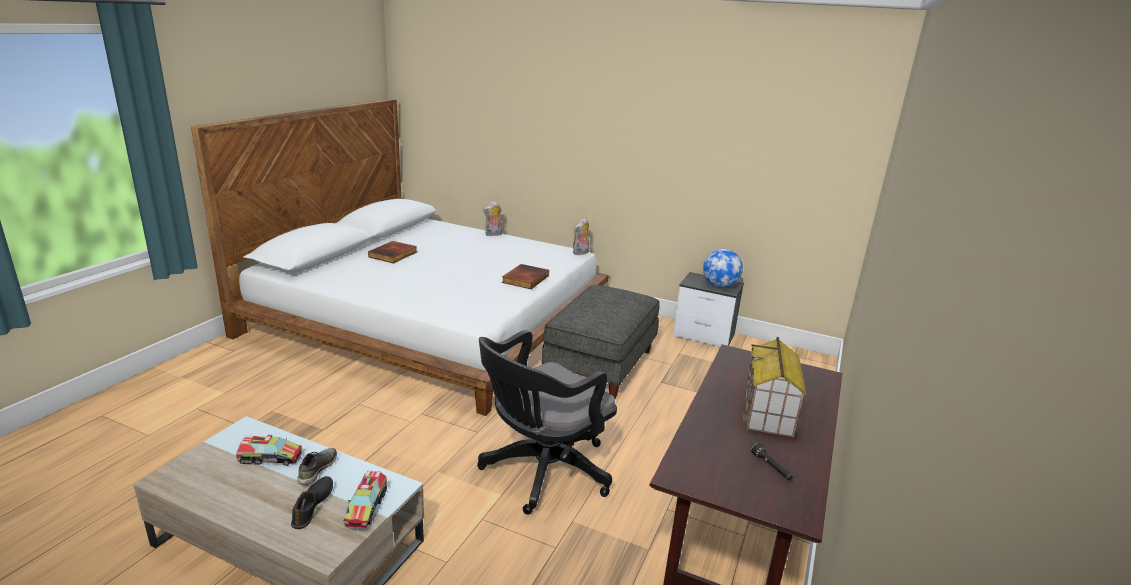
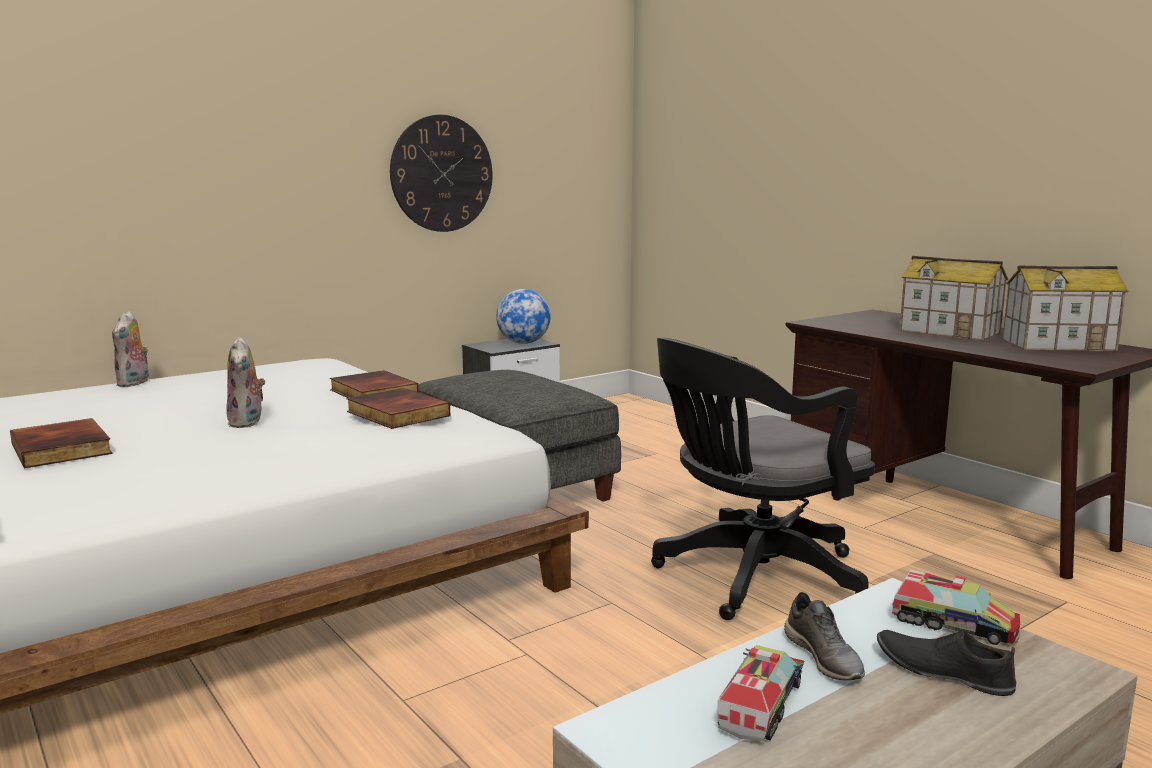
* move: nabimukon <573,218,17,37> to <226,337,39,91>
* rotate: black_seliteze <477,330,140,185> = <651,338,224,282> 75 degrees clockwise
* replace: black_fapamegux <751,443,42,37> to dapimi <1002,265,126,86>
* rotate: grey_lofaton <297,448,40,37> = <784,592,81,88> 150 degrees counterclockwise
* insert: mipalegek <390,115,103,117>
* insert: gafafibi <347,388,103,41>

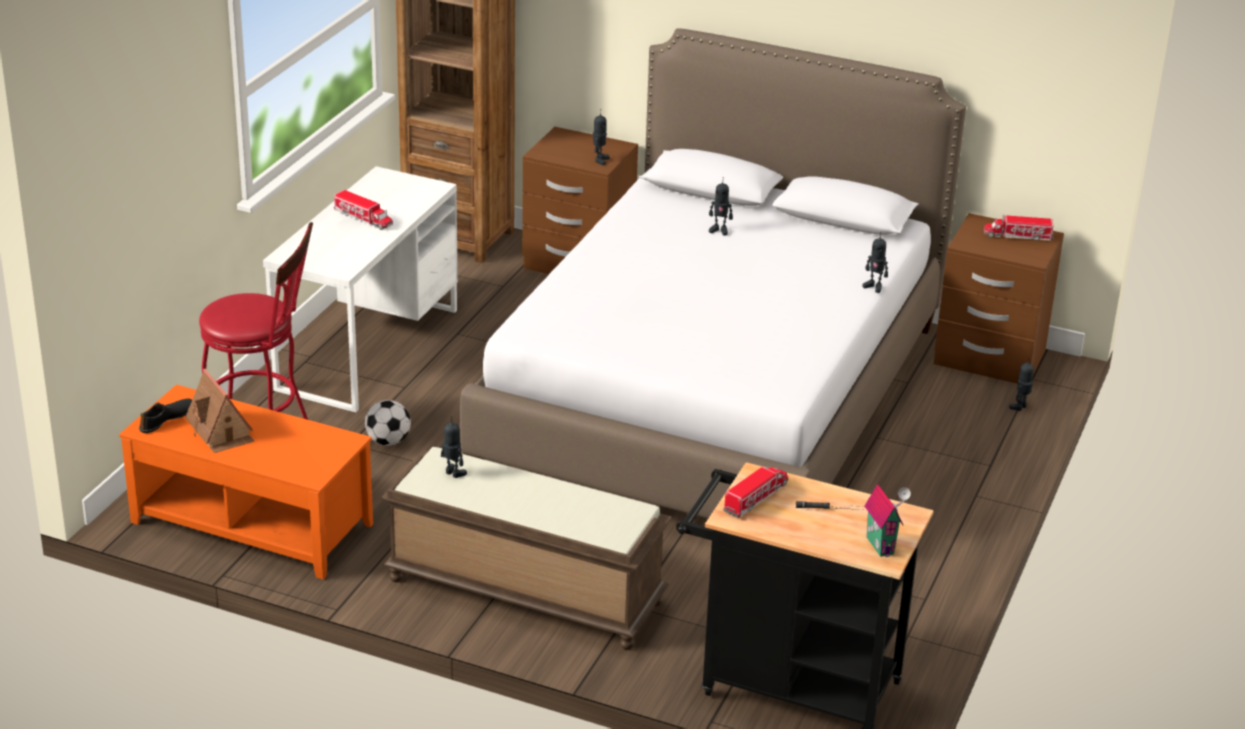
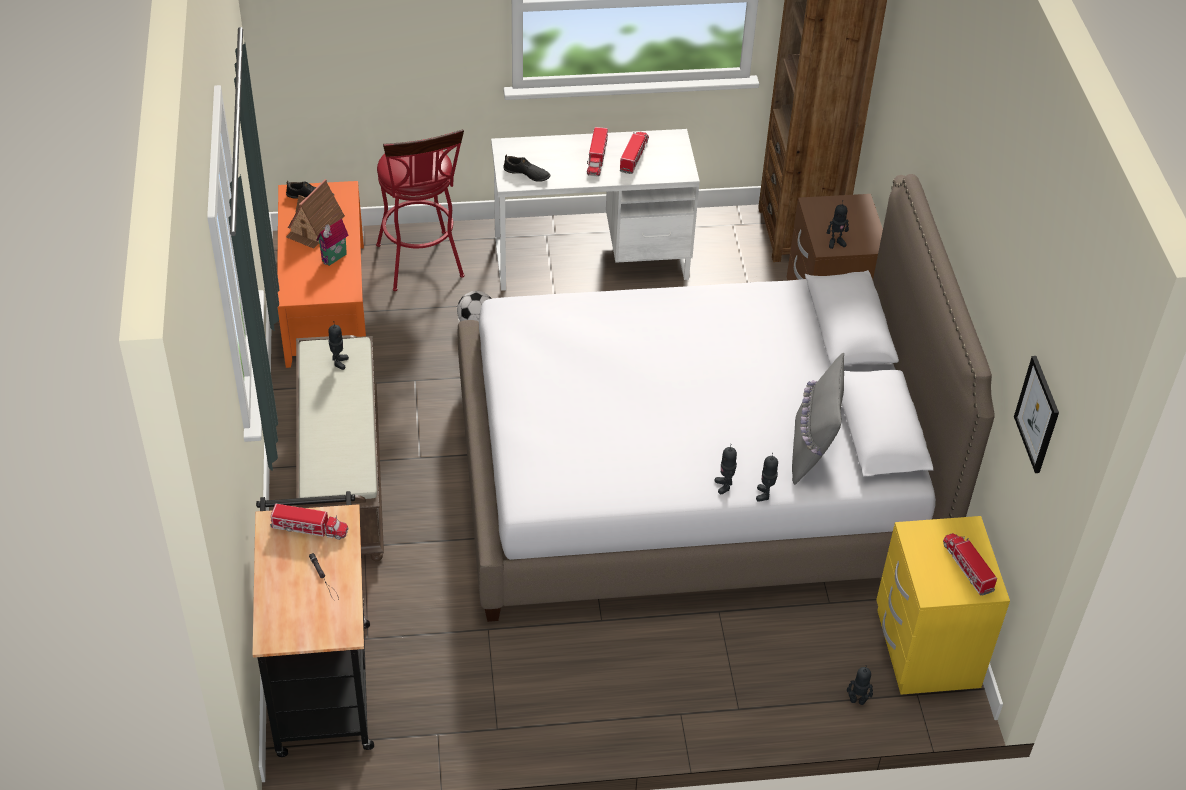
* move: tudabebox <709,177,24,59> to <714,446,23,48>
* recolor: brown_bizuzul <934,213,130,171> to yellow_bizuzul <876,516,134,179>
* move: dapimi <865,484,46,73> to <316,219,33,47>
* insert: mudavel <620,132,29,42>
* insert: black_lofaton <503,154,47,28>
* insert: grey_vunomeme <792,353,52,132>
* insert: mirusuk <1014,356,45,117>

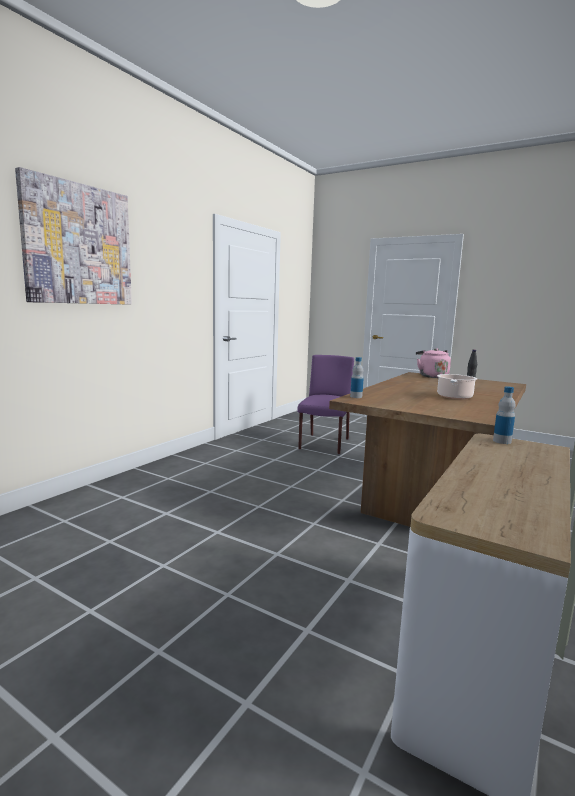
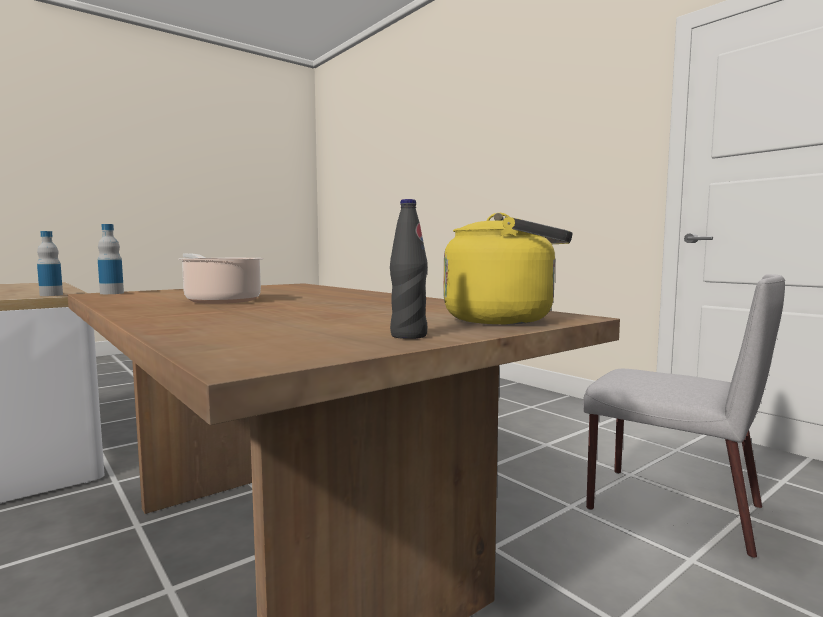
* delete: mirusuk <15,167,117,138>
* recolor: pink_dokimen <416,348,35,30> to yellow_dokimen <444,213,129,111>
* recolor: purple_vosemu <297,355,57,99> to grey_vosemu <583,274,202,284>
* move: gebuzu <350,357,14,41> to <98,224,26,70>

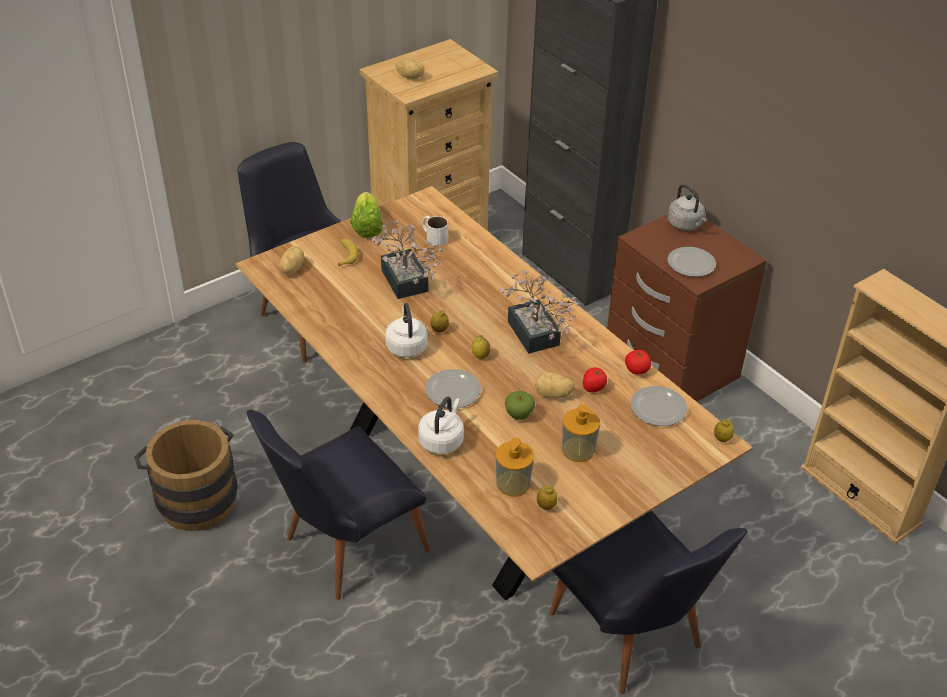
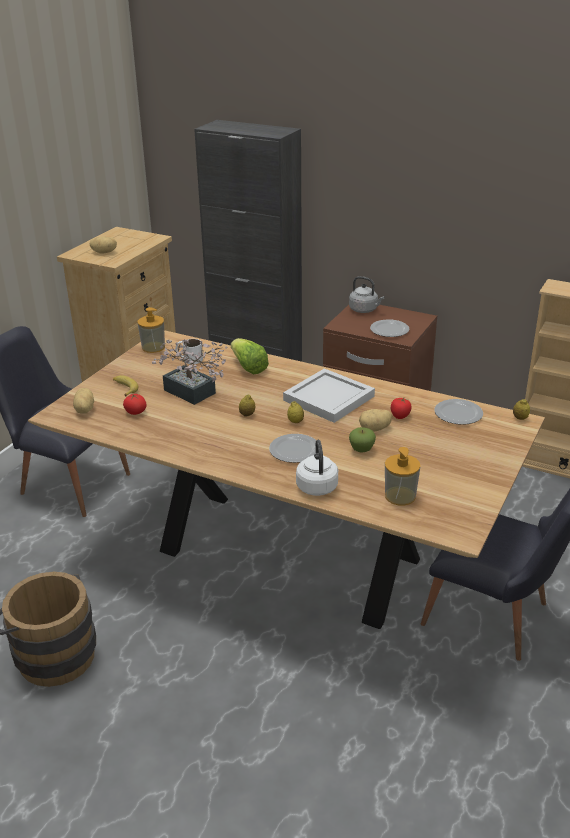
* move: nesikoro <350,192,33,46> to <231,338,38,36>
* replace: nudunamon <500,270,81,84> to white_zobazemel <283,368,92,55>
* delete: white_dokimen <386,303,41,55>
* move: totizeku <625,349,26,26> to <123,393,24,22>
* move: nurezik <562,404,38,58> to <138,307,27,46>
* delete: black_vosemu <247,410,183,190>
* delete: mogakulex <537,486,20,24>

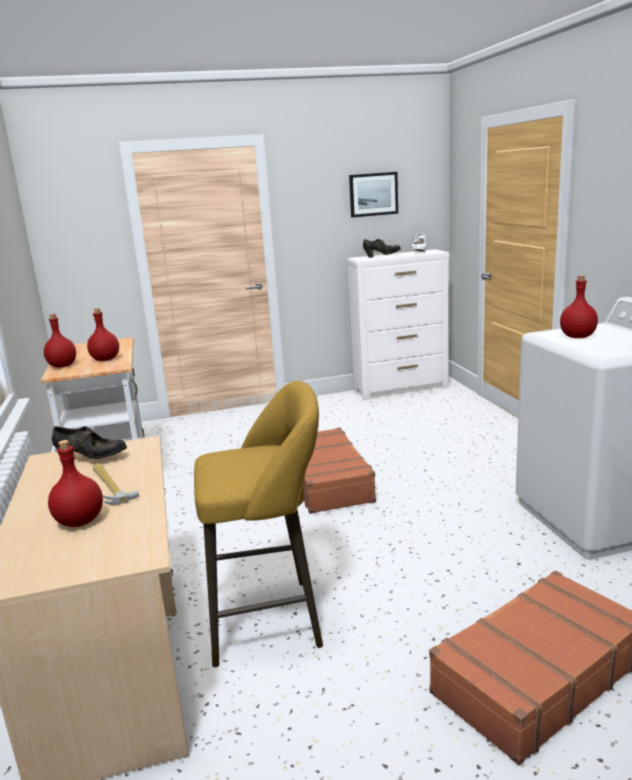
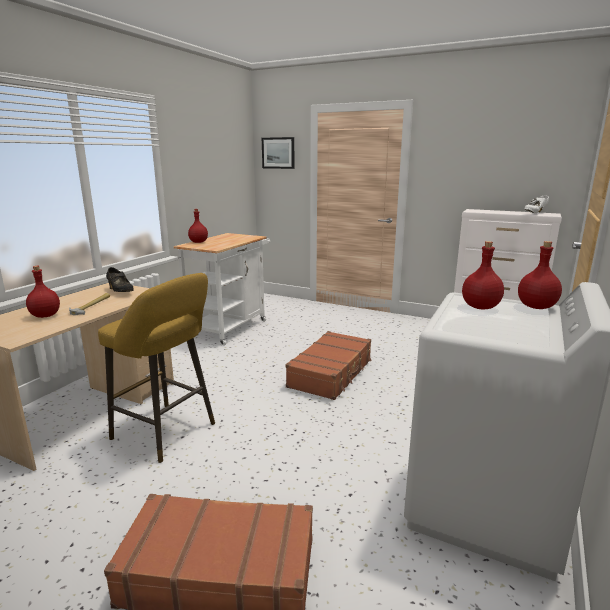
* move: mirusuk <349,172,49,45> to <262,137,33,32>
* delete: black_lofaton <363,239,38,19>
* move: red_gebuzu <87,308,32,53> to <518,241,44,68>

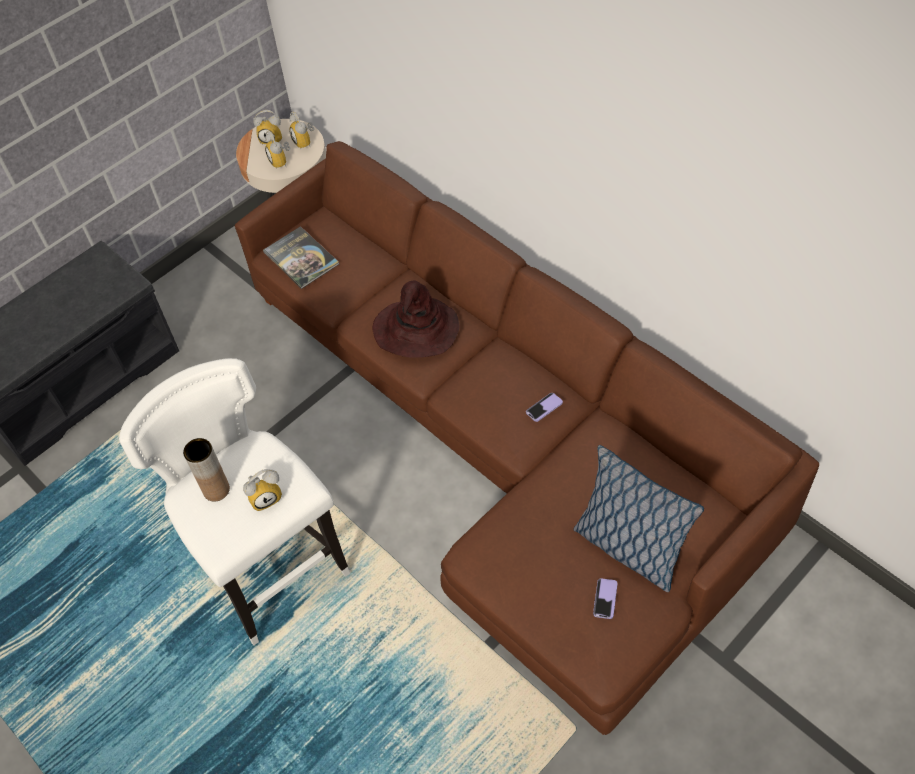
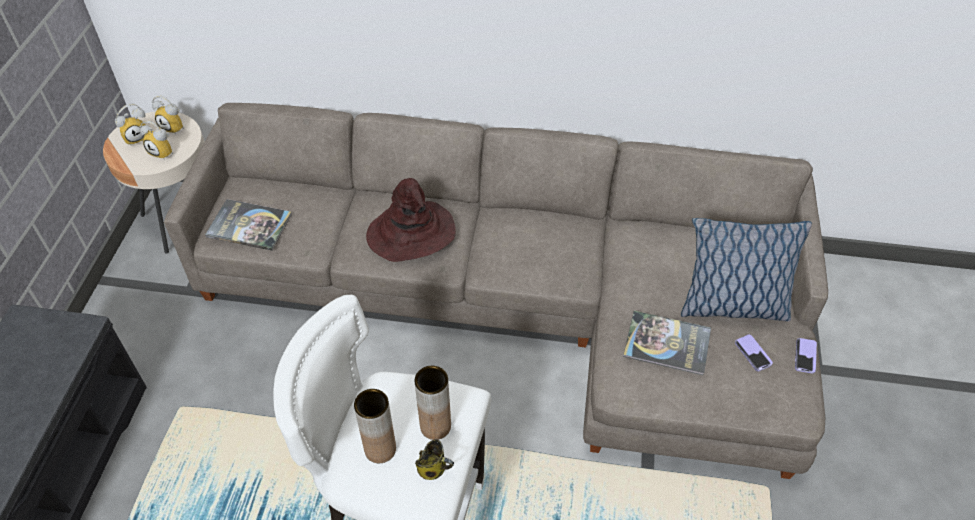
* recolor: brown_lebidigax <234,141,585,594> to grey_lebidigax <164,103,664,376>
* move: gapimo <526,393,37,29> to <795,338,22,35>
* replace: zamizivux <243,469,39,42> to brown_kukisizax <415,366,36,74>
* insert: gafafibi <623,311,88,64>
* insert: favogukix <415,439,39,41>

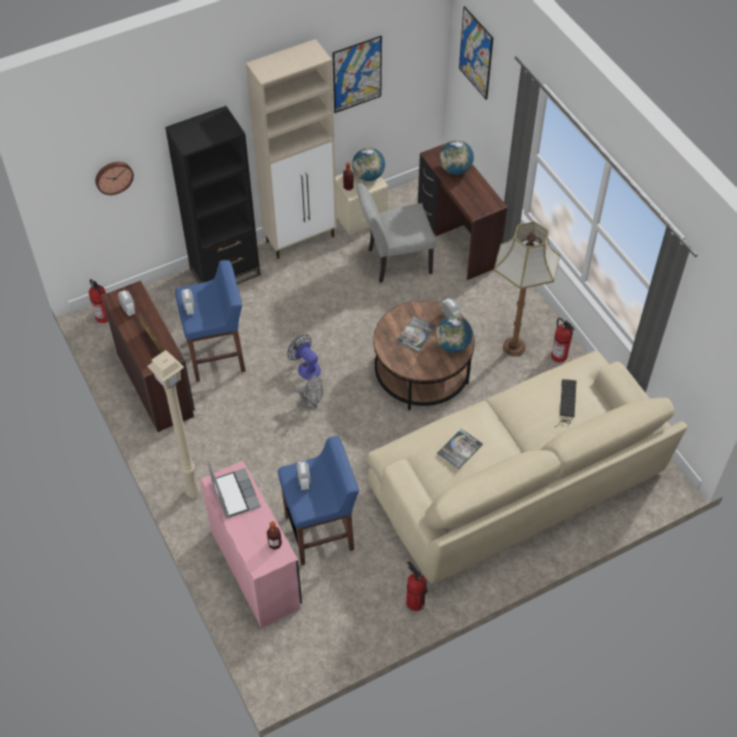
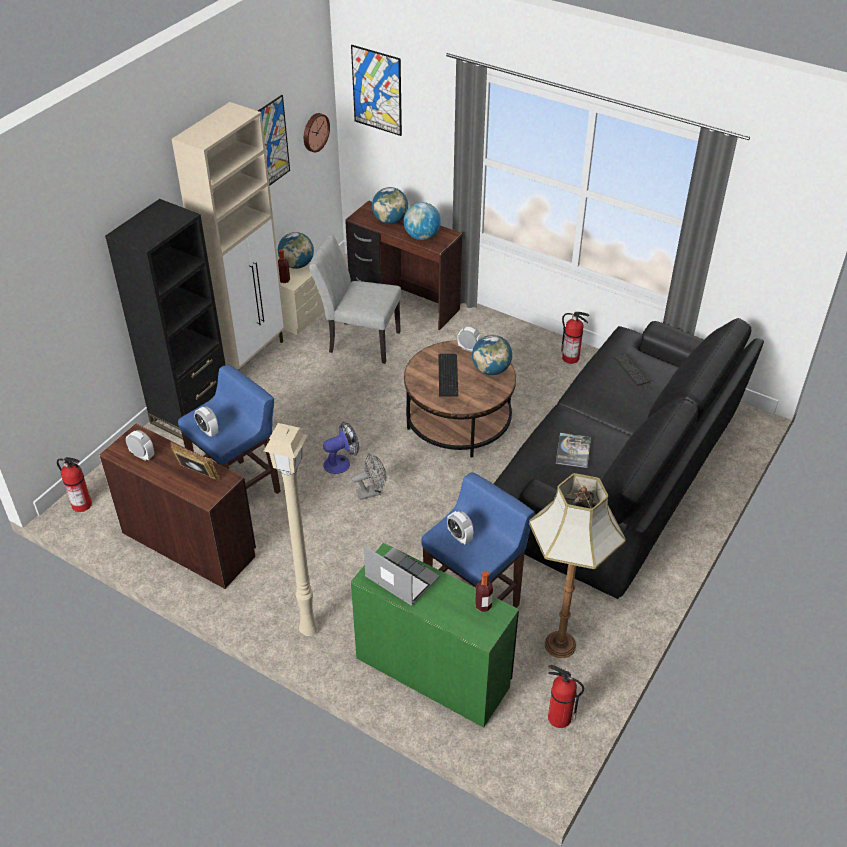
* move: mipalegek <95,162,39,33> to <304,113,26,39>
* rotate: grey_vosemu <356,183,80,100> = <309,235,92,129> 60 degrees clockwise
* move: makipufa <494,221,66,135> to <529,473,97,185>
* replace: gafafibi <396,316,40,36> to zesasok <438,354,20,43>
* rotate: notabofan <287,334,34,45> = <323,422,36,52> 135 degrees clockwise
* recolor: beige_lebidigax <368,350,319,234> to black_lebidigax <494,318,270,281>
* recolor: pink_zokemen <200,460,102,168> to green_zokemen <351,543,168,185>
* move: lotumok <406,562,21,49> to <548,665,36,63>
* insert: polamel <404,202,37,38>

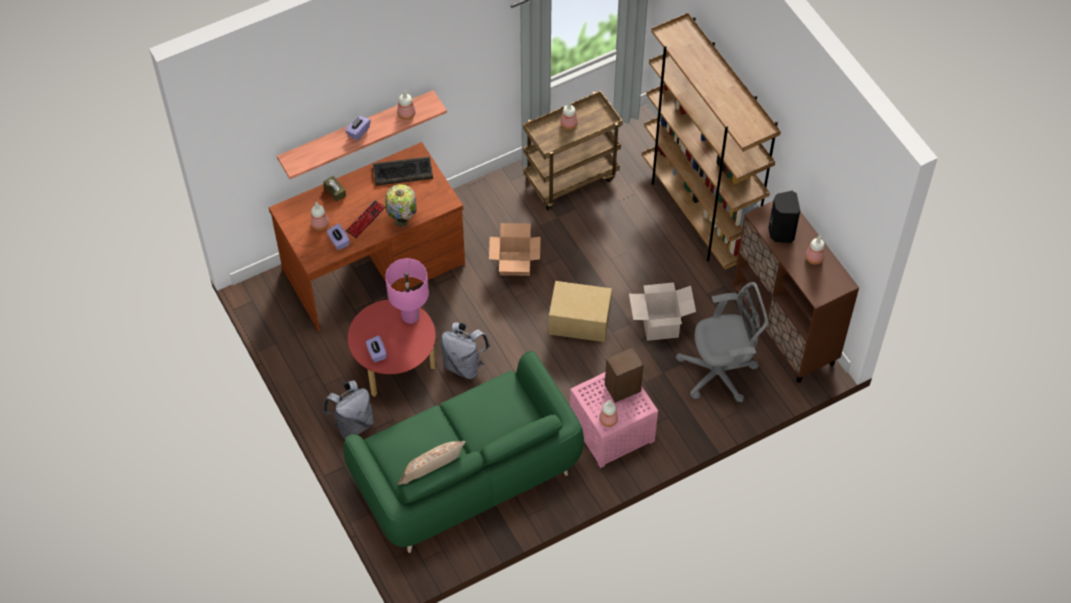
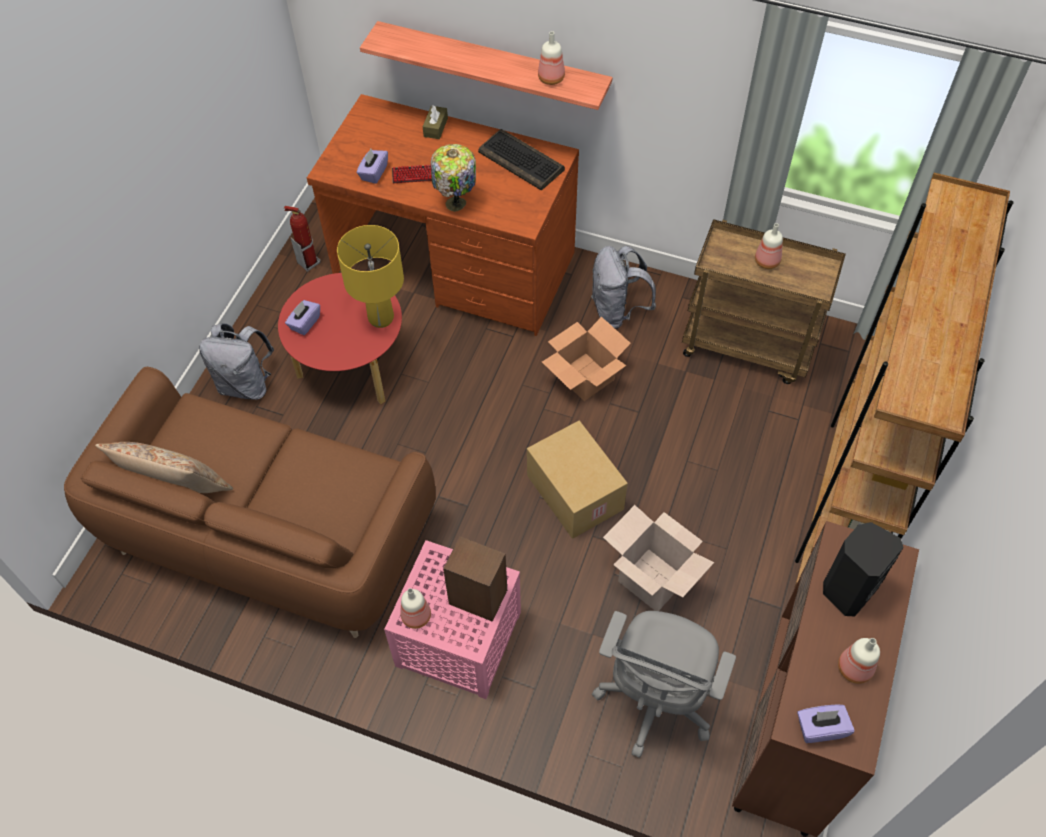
* move: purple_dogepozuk <345,115,26,26> to <797,705,58,38>
* delete: gebuzu <311,202,18,29>
* recolor: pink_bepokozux <385,258,44,66> to yellow_bepokozux <337,225,67,103>
* rotate: grey_seliteze <676,282,92,120> = <592,611,144,147> 75 degrees clockwise
* move: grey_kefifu <441,322,49,57> to <591,246,65,83>
* recolor: green_lebidigax <343,351,241,202> to brown_lebidigax <64,367,372,271>
* insert: lotumok <284,206,37,66>

